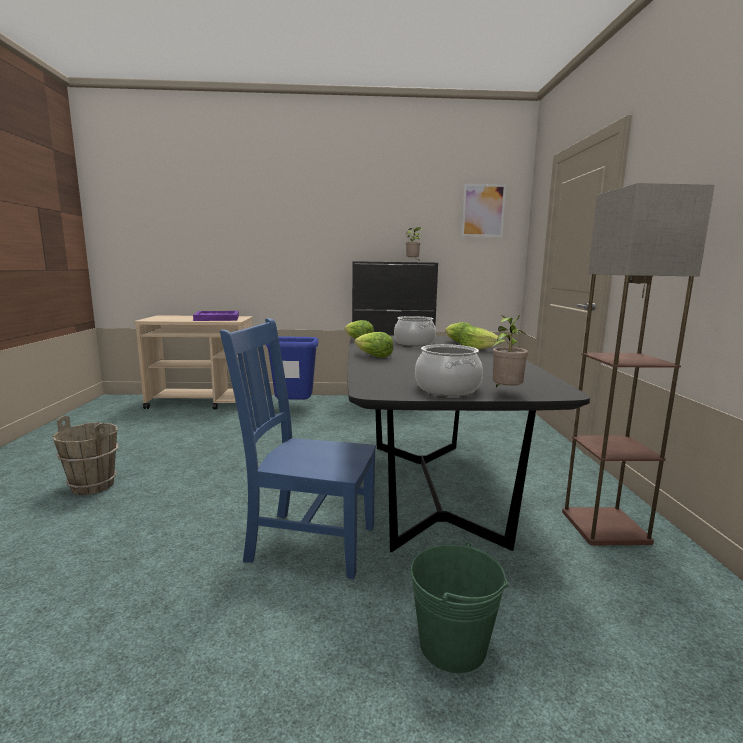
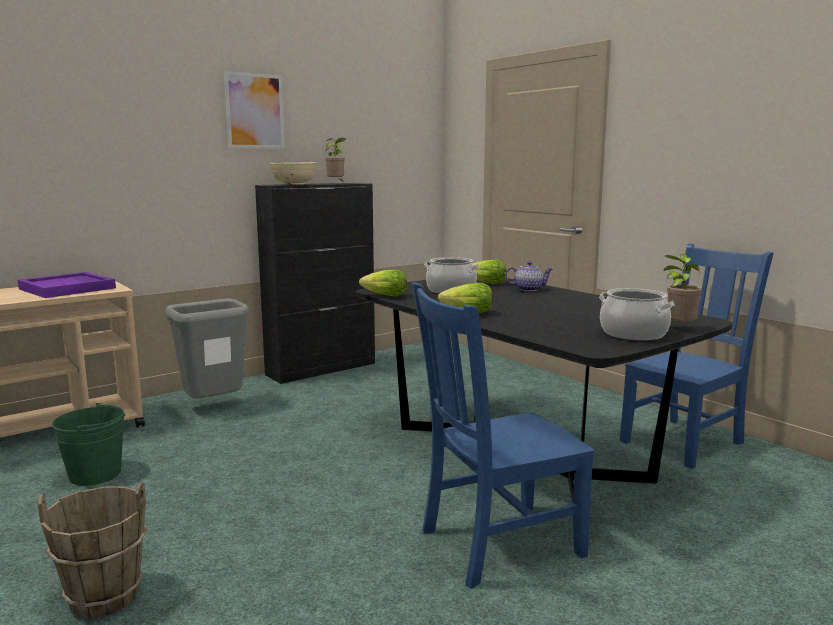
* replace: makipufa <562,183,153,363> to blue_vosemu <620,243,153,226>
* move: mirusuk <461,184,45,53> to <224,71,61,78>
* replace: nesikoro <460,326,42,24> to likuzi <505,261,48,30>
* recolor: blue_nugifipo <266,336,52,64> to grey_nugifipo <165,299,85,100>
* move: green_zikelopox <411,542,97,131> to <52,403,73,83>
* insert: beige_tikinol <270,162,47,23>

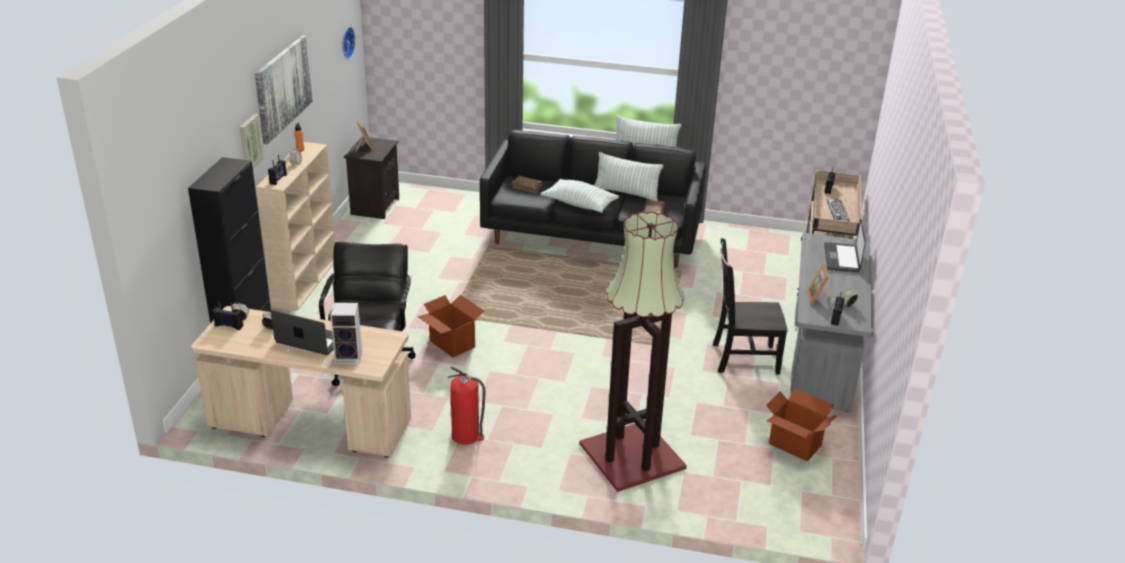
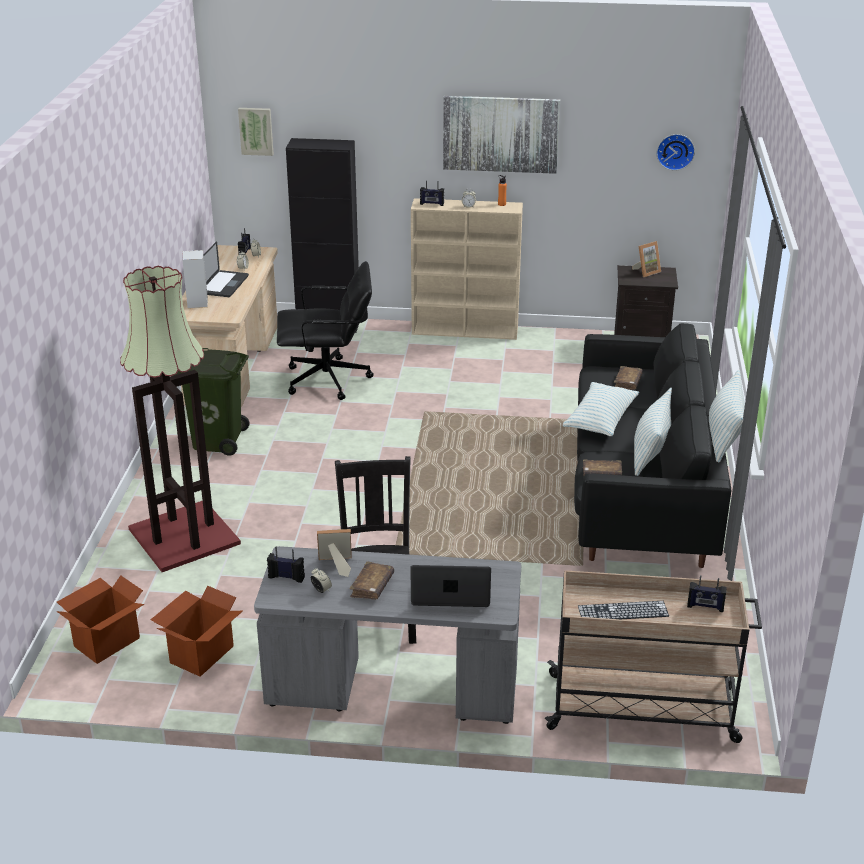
* move: mirusuk <240,114,24,55> to <238,108,35,48>
* move: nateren <418,295,66,63> to <57,575,87,89>
* replace: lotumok <447,366,38,79> to green_nugifipo <173,348,77,108>
* insert: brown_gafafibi <349,562,45,38>

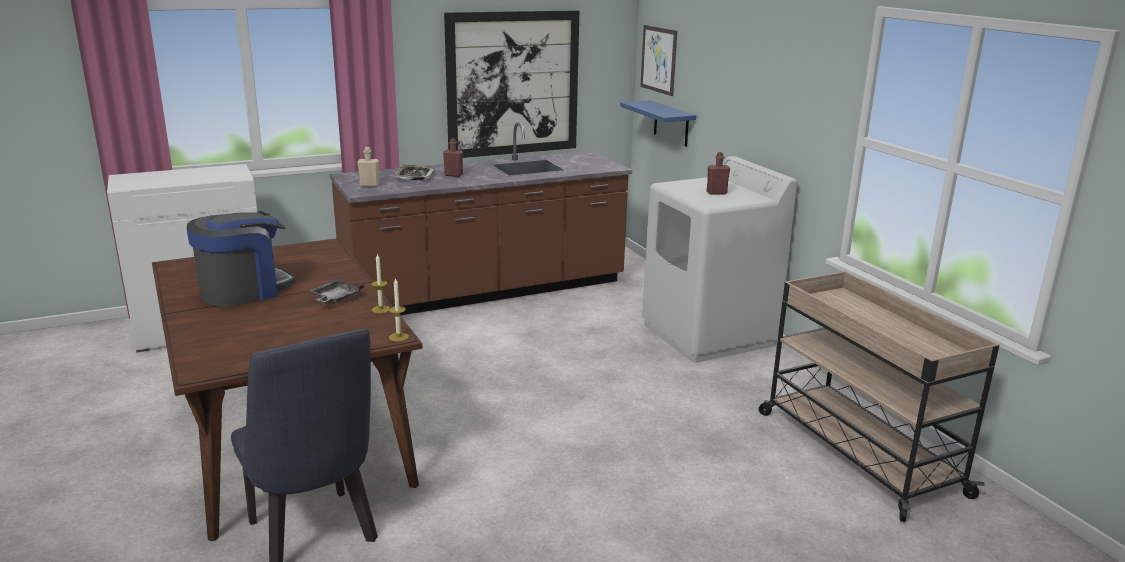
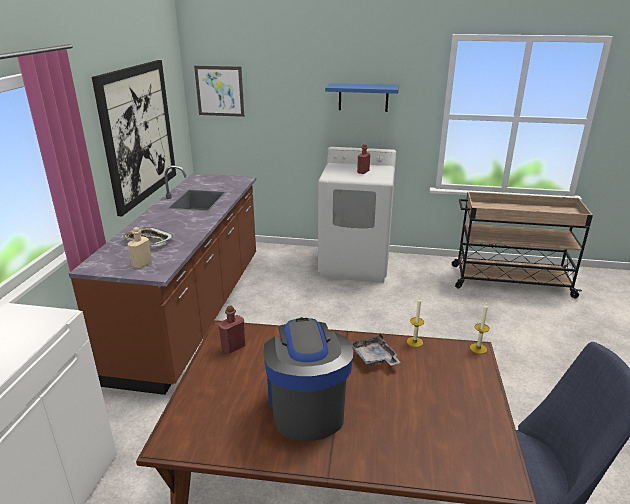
* move: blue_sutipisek <620,100,76,47> to <325,83,74,29>
* move: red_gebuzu <443,138,20,39> to <218,305,27,49>

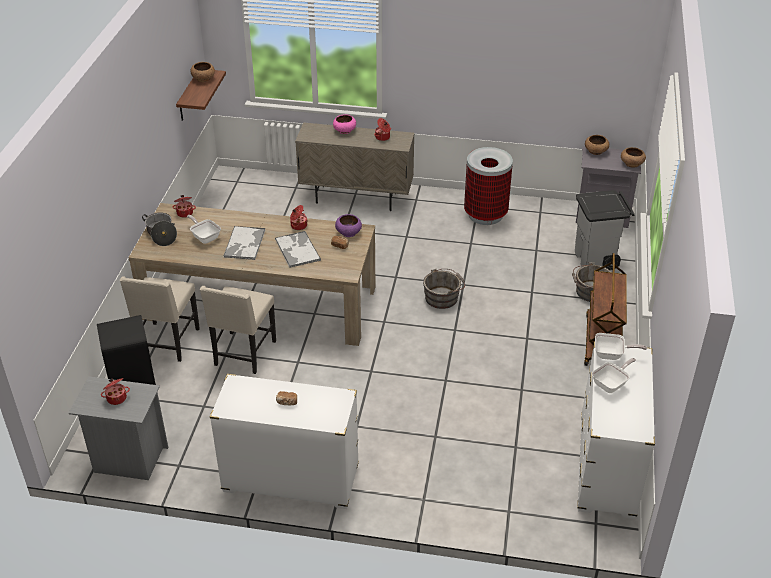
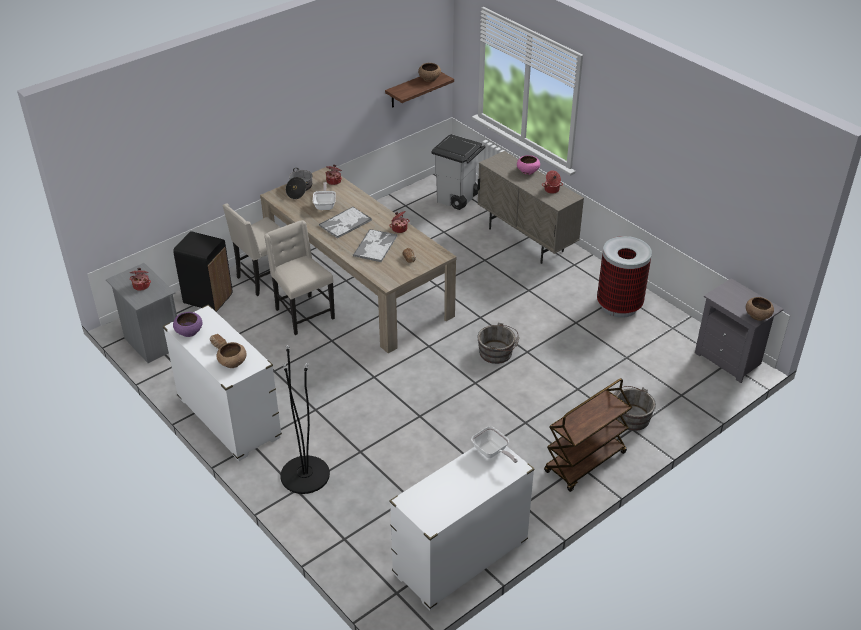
* move: brown_tikinol <585,135,24,20> to <217,342,30,26>
* move: grey_nugifipo <575,190,60,80> to <431,134,54,76>
* move: purple_tikinol <335,214,27,23> to <173,312,29,25>
* rotate: beige_vosemu <200,286,76,88> = <264,220,71,115> 90 degrees clockwise
* delete: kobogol <592,358,44,35>
* insert: black_makipufa <280,345,50,149>

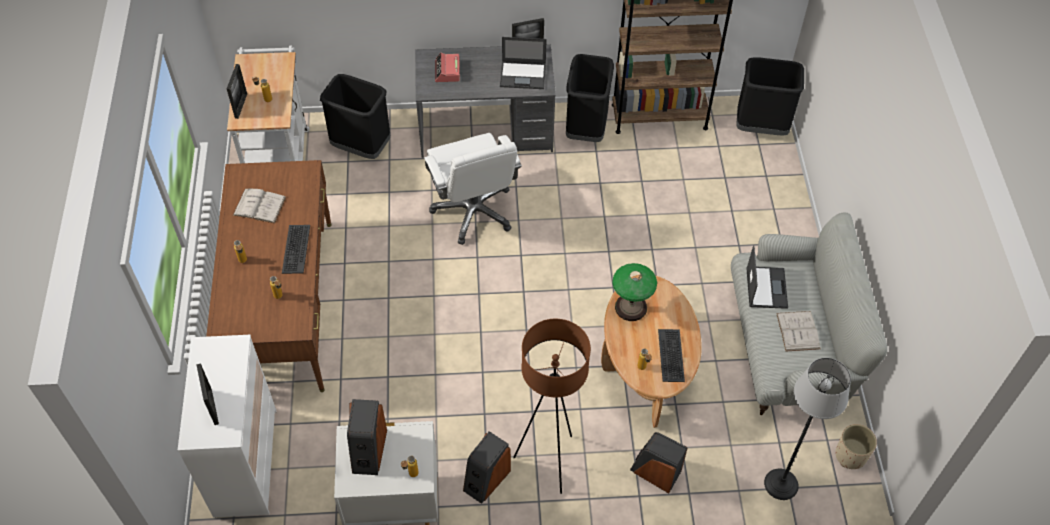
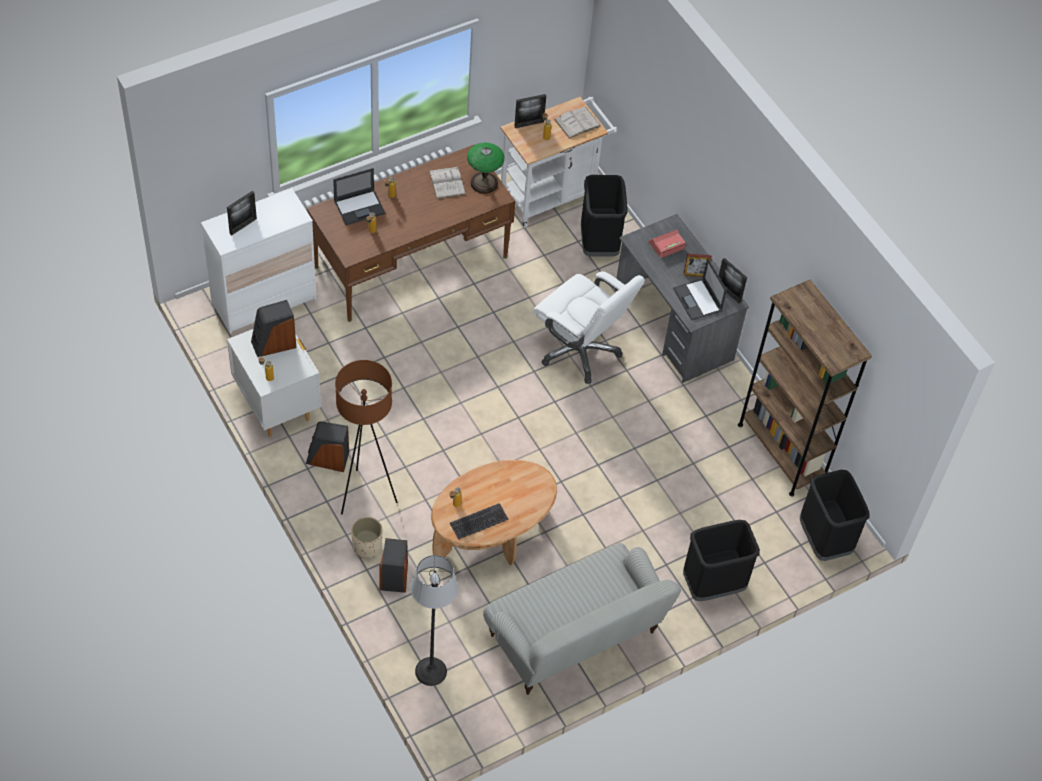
* move: black_nugifipo <566,54,48,88> to <683,520,77,81>
* rotate: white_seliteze <424,133,98,112> = <533,271,112,113> 90 degrees counterclockwise
* delete: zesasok <282,225,28,49>
* move: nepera <746,245,42,64> to <333,168,52,57>
* move: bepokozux <612,263,45,58> to <467,143,37,51>
* move: white_gafafibi <776,311,45,40> to <554,107,47,32>
* move: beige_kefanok <835,424,42,45> to <351,517,32,41>
* insert: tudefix <683,253,29,24>

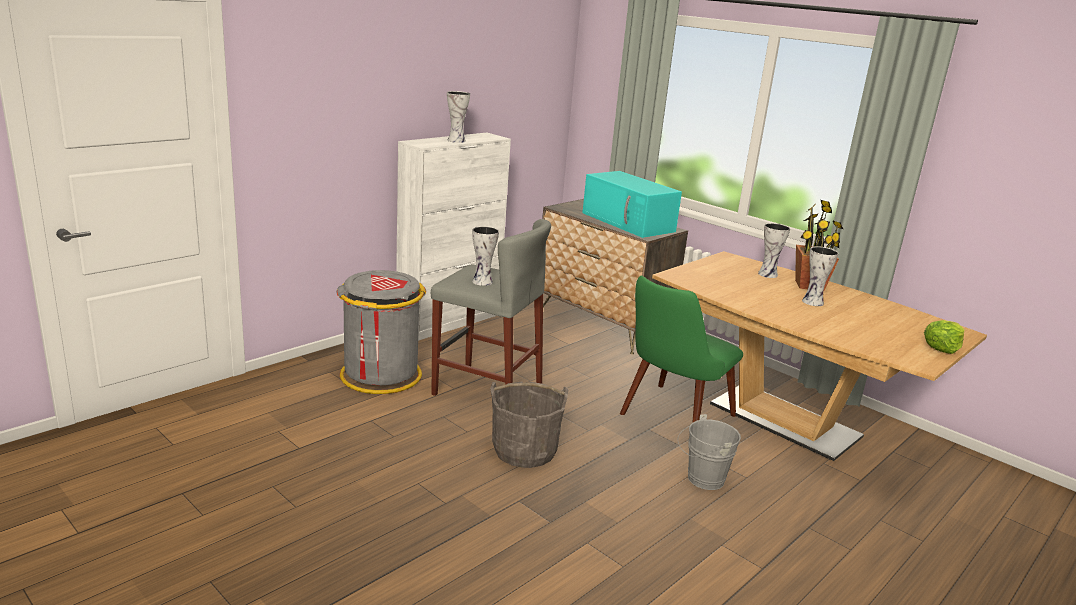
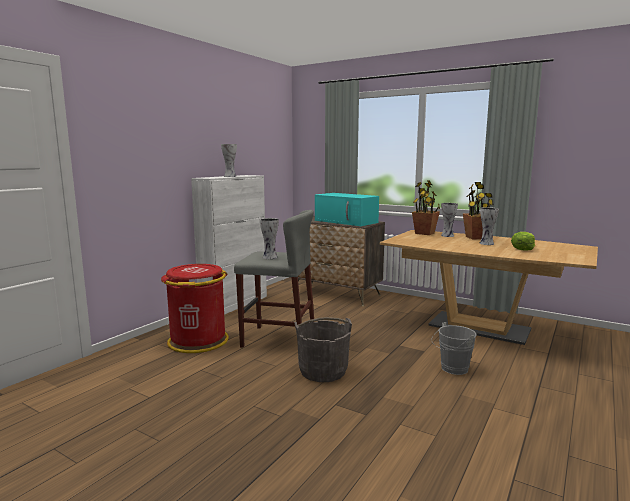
* recolor: grey_nugifipo <336,270,90,124> to red_nugifipo <161,264,68,89>
* delete: green_vosemu <620,276,123,147>
* move: nesikoro <924,320,40,34> to <511,232,24,18>
* insert: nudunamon <412,180,28,55>

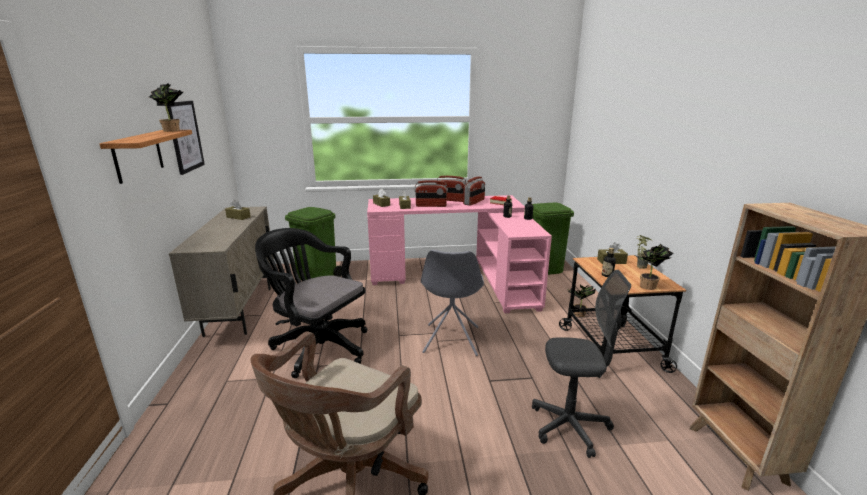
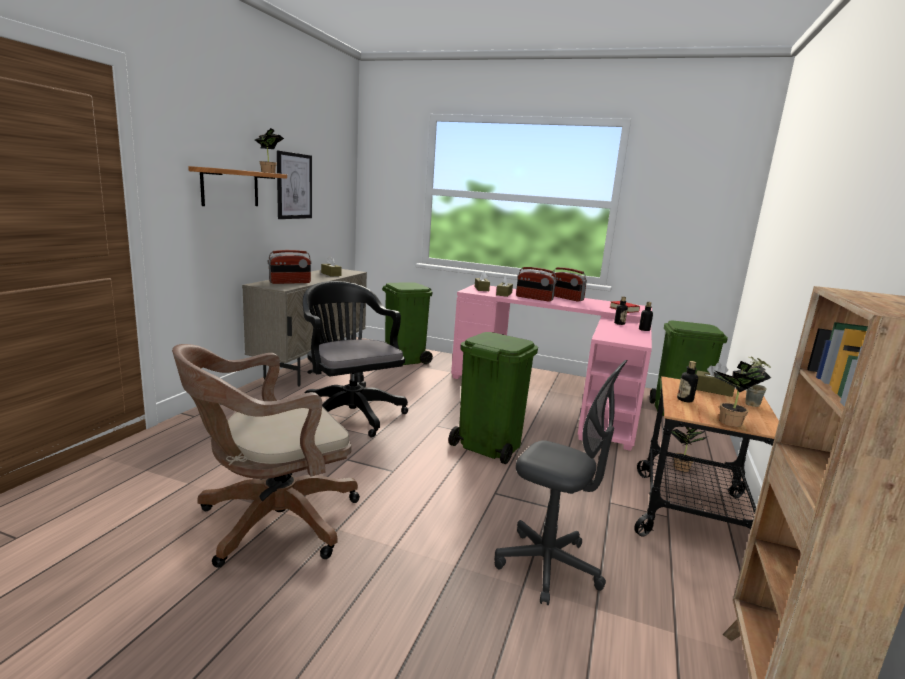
* move: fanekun <463,176,22,30> to <268,250,44,34>
* replace: grey_vosemu <421,250,63,106> to green_nugifipo <449,332,89,132>

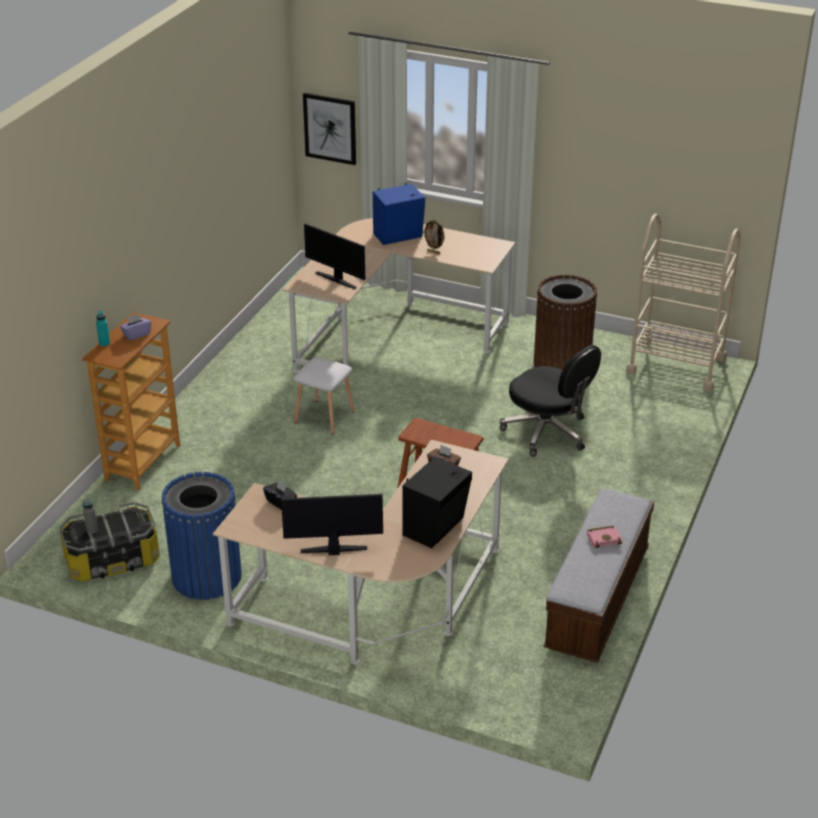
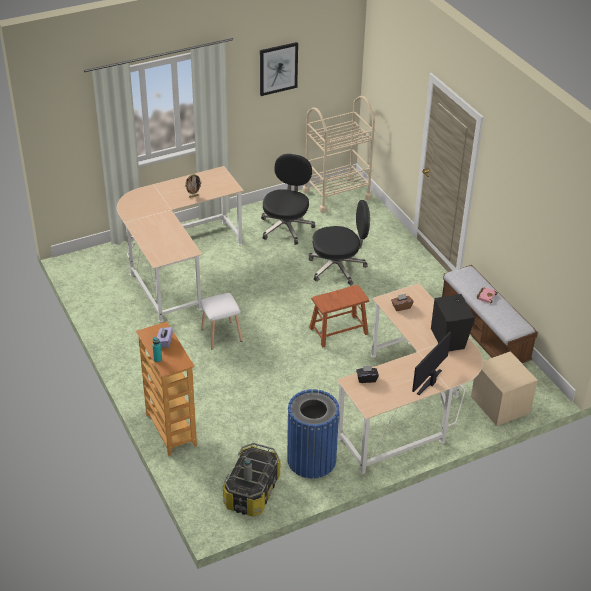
* move: mirusuk <303,93,53,72> to <260,42,38,54>
* delete: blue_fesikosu <373,183,52,62>
* delete: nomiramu <304,223,61,66>
* replace: brown_nugifipo <534,274,63,96> to black_seliteze <261,154,54,91>
* insert: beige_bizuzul <471,351,67,75>

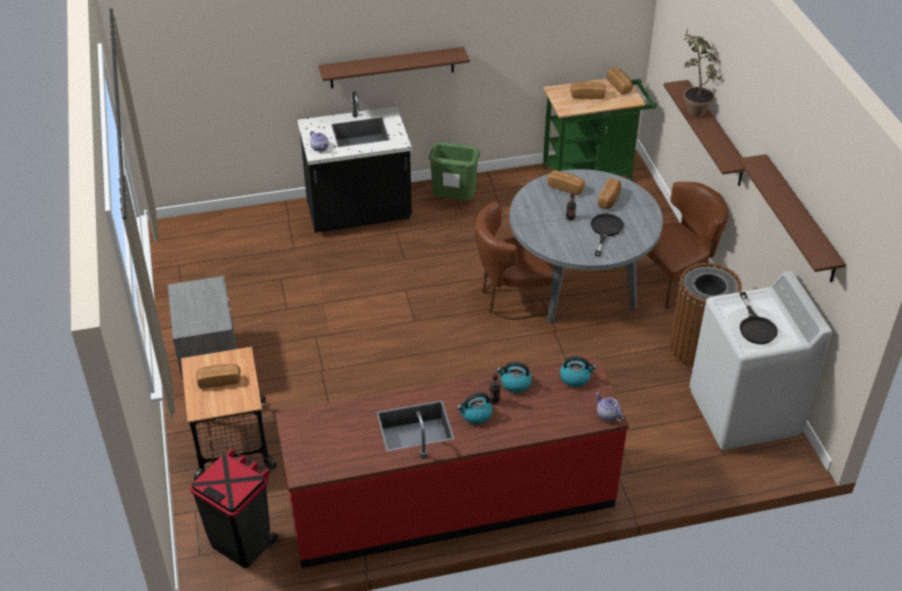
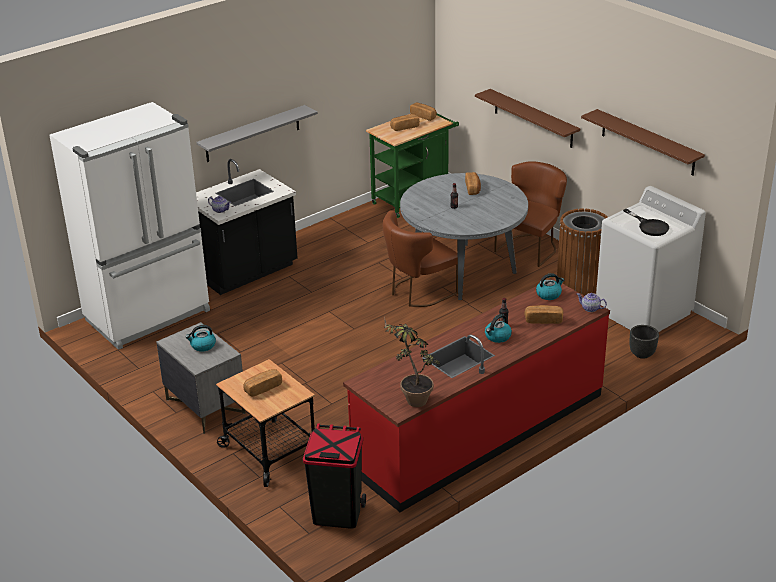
* move: nudunamon <683,28,39,89> to <384,316,57,91>
* recolor: brown_sutipisek <319,47,151,41> to grey_sutipisek <196,105,122,57>
* delete: green_nugifipo <429,142,51,58>
* move: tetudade <547,170,38,25> to <524,305,39,19>
* delete: black_kobogol <591,213,33,43>
* move: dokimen <496,362,36,31> to <185,325,31,27>
* insert: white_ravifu <49,102,161,248>
* insert: black_kefanok <630,325,29,34>

